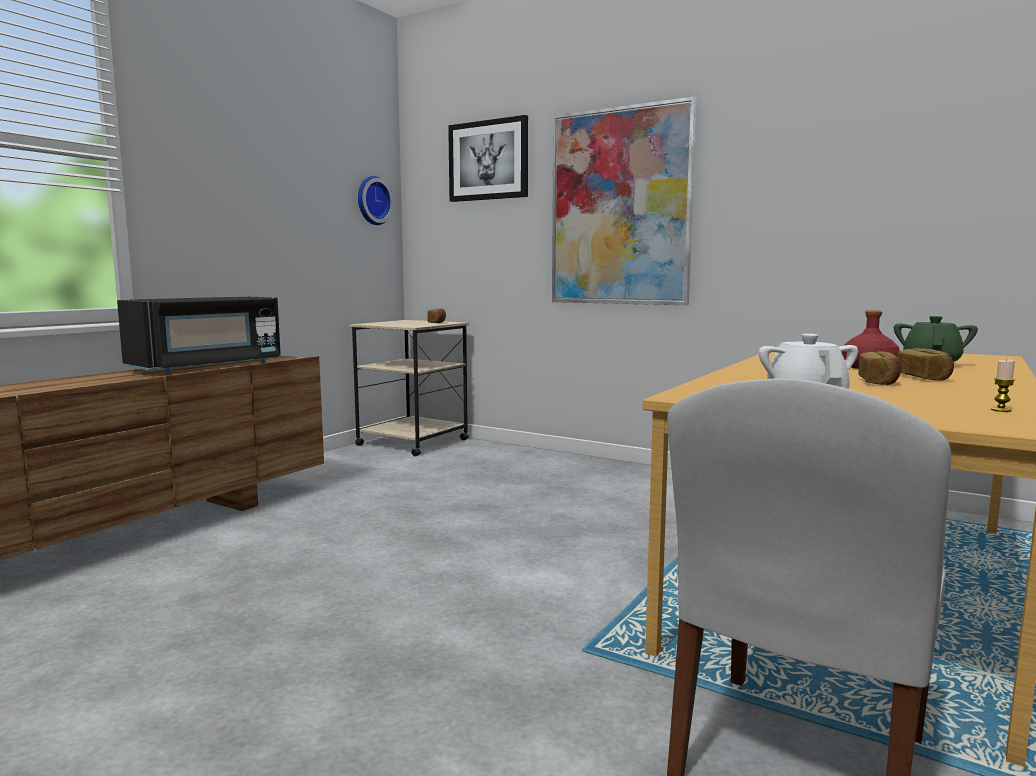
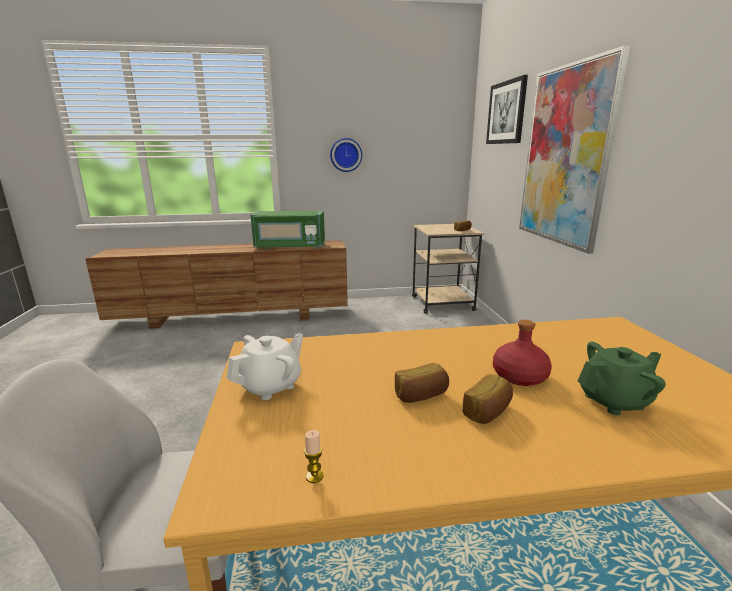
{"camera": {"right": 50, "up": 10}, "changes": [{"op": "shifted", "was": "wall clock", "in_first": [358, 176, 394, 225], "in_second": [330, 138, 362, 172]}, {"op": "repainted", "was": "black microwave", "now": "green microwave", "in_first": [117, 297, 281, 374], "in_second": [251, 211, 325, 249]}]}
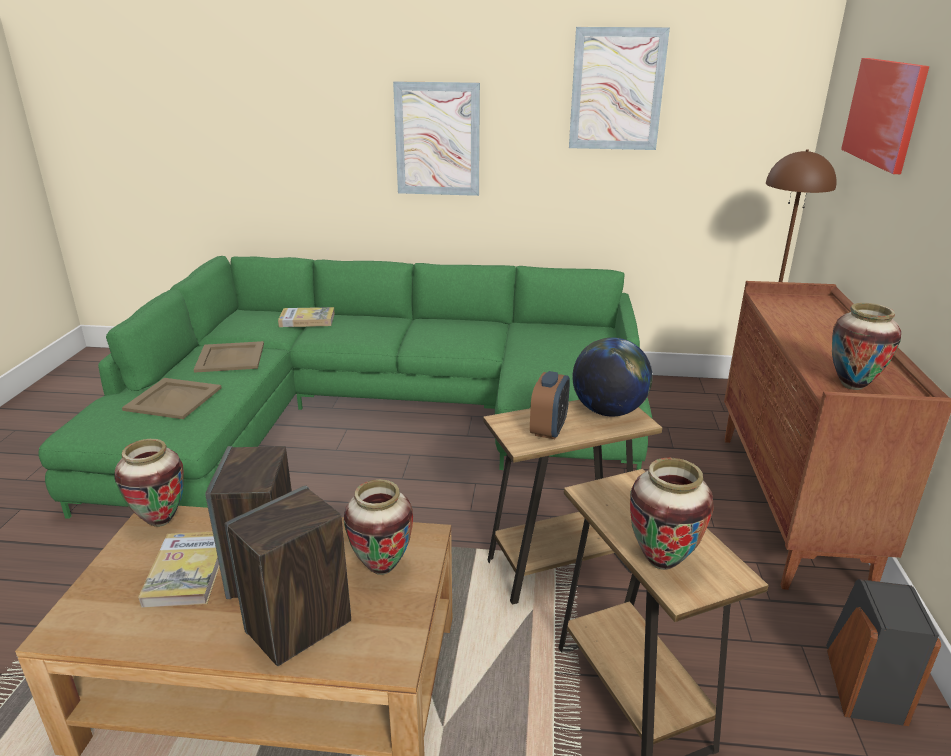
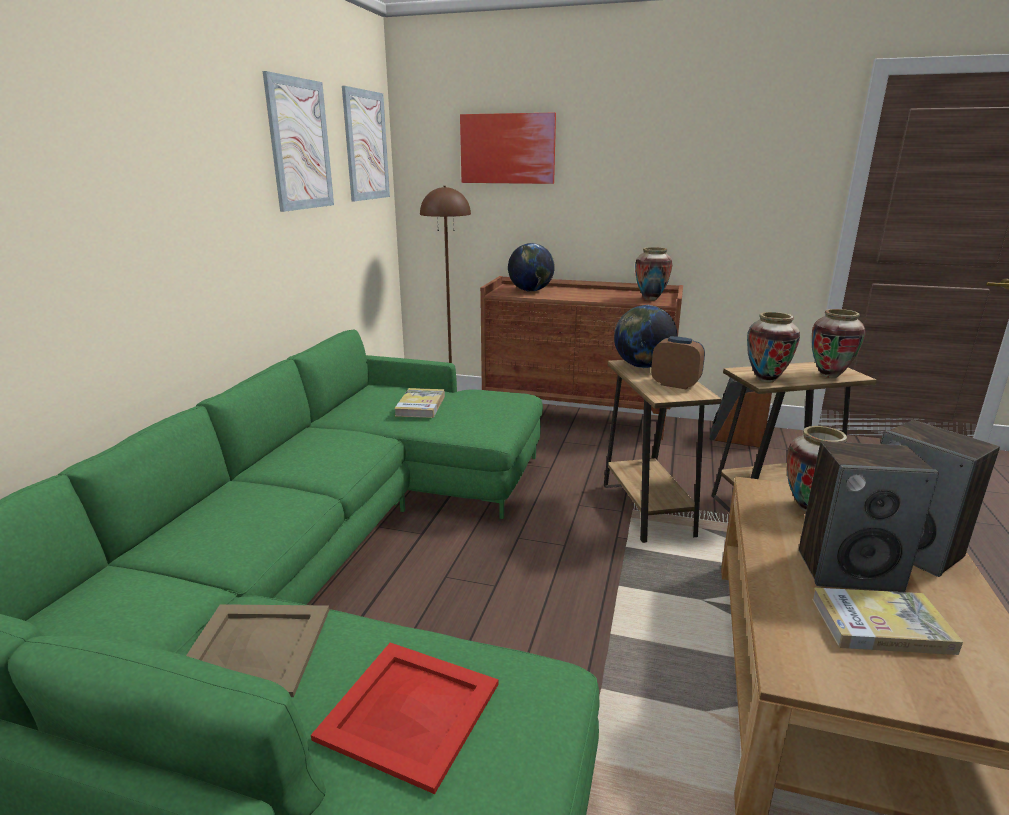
{"camera": {"right": -80, "up": -5}, "changes": [{"op": "new", "now": "globe", "in_second": [508, 243, 555, 292]}, {"op": "shifted", "was": "vase", "in_first": [114, 439, 184, 527], "in_second": [747, 312, 800, 383]}, {"op": "shifted", "was": "book", "in_first": [278, 307, 335, 327], "in_second": [394, 388, 445, 418]}, {"op": "shifted", "was": "picture", "in_first": [393, 81, 480, 196], "in_second": [342, 86, 390, 201]}, {"op": "repainted", "was": "beige tray", "now": "red tray", "in_first": [122, 378, 222, 419], "in_second": [311, 643, 498, 794]}]}
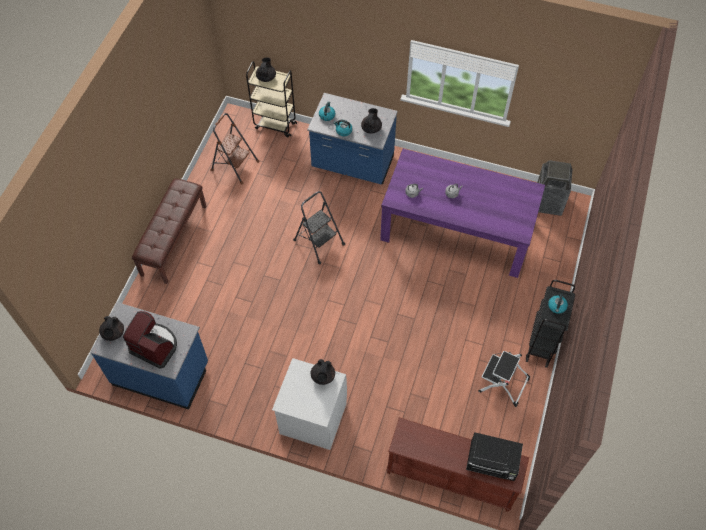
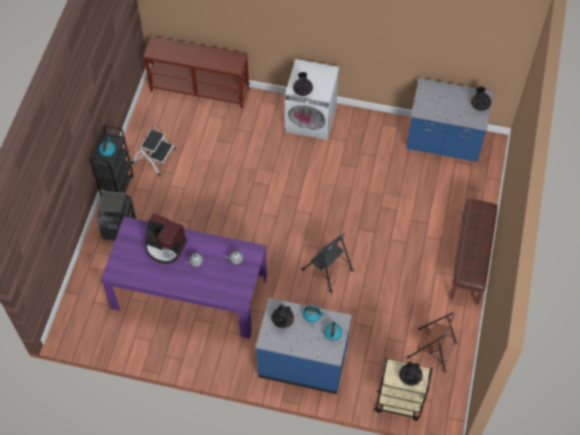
{"camera": {"right": 175, "up": 0}, "changes": [{"op": "gone", "was": "black microwave", "in_first": [466, 432, 523, 481]}, {"op": "shifted", "was": "coffee machine", "in_first": [123, 311, 177, 369], "in_second": [145, 213, 187, 264]}, {"op": "shifted", "was": "trash can", "in_first": [537, 160, 573, 216], "in_second": [96, 191, 136, 240]}]}
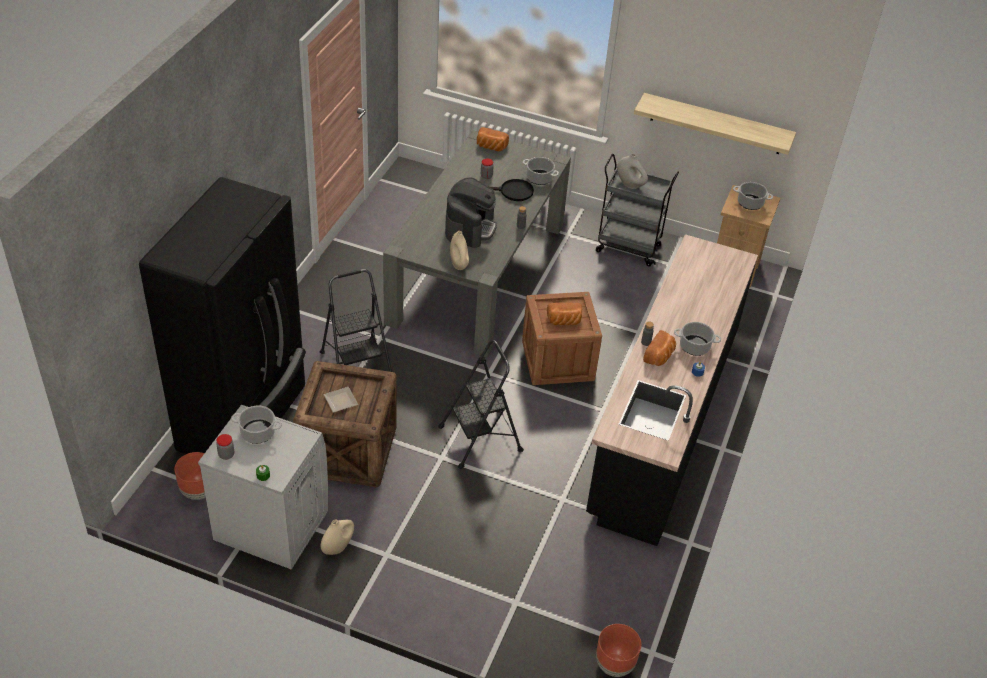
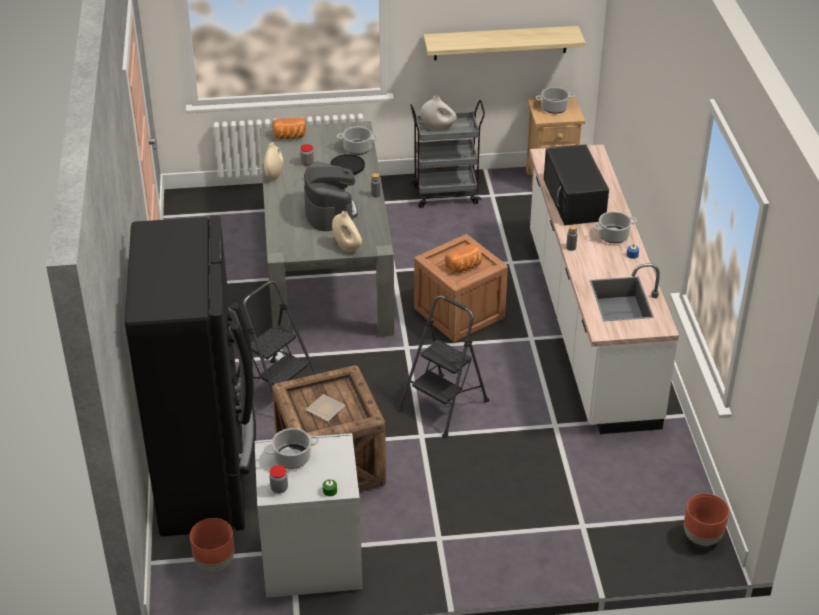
{"camera": {"right": -25, "up": -5}, "changes": [{"op": "gone", "was": "bread", "in_first": [643, 330, 676, 366]}, {"op": "new", "now": "black microwave", "in_second": [544, 144, 609, 225]}, {"op": "shifted", "was": "beige vase", "in_first": [321, 519, 354, 555], "in_second": [264, 142, 283, 180]}, {"op": "repainted", "was": "black counter", "now": "white counter", "in_first": [586, 234, 758, 546], "in_second": [529, 145, 679, 434]}]}
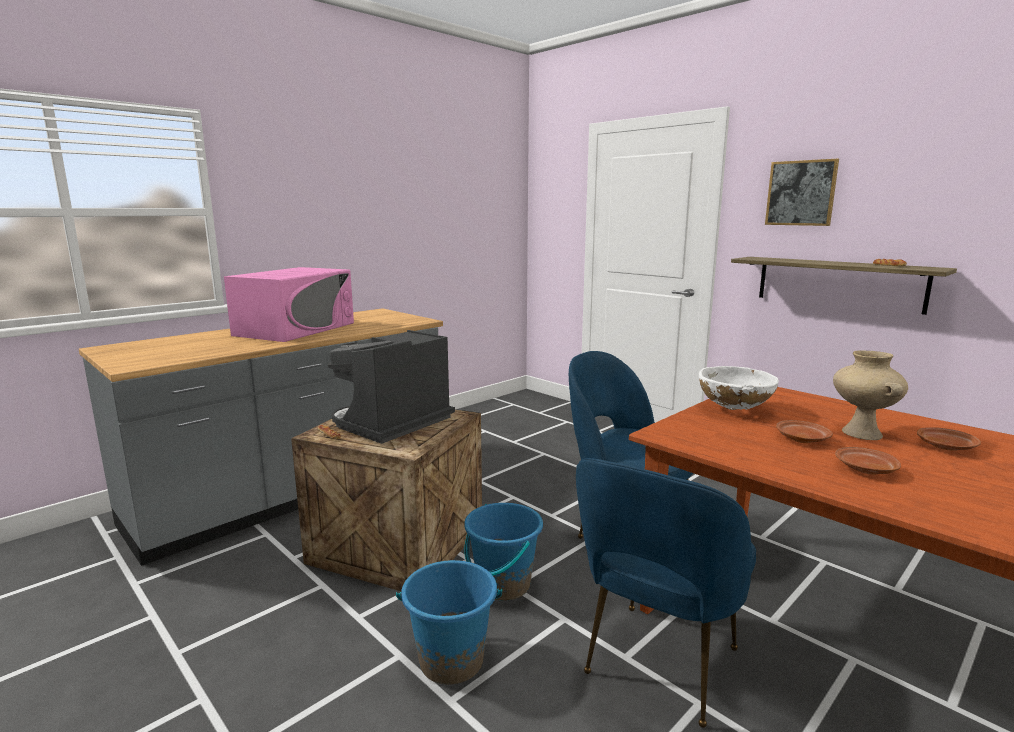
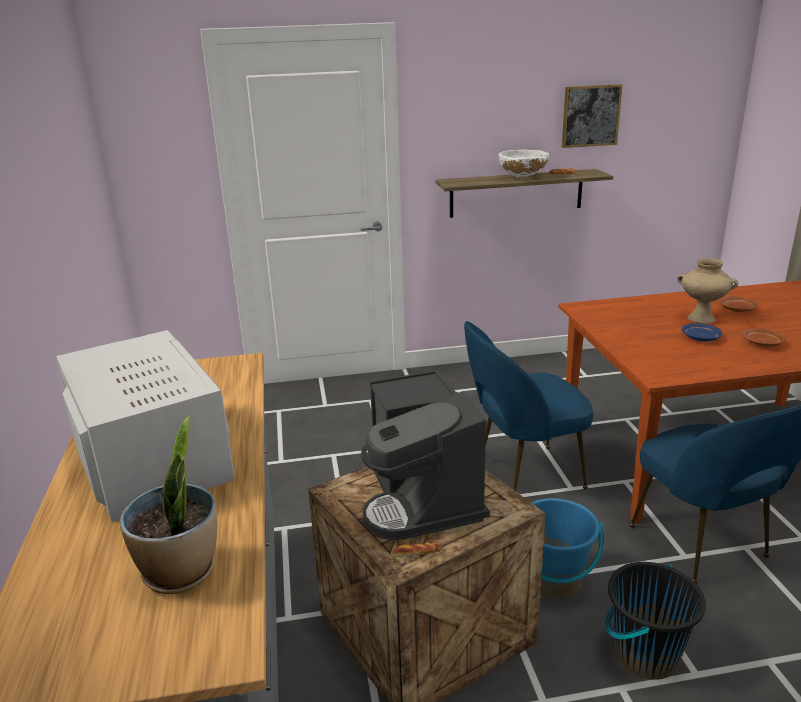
{"camera": {"right": -55, "up": 10}, "changes": [{"op": "new", "now": "potted plant", "in_second": [119, 416, 217, 594]}, {"op": "shifted", "was": "white bowl", "in_first": [699, 366, 779, 410], "in_second": [499, 150, 549, 178]}, {"op": "shifted", "was": "picture", "in_first": [765, 159, 839, 226], "in_second": [562, 84, 623, 148]}, {"op": "repainted", "was": "pink microwave", "now": "white microwave", "in_first": [224, 267, 354, 342], "in_second": [56, 330, 235, 522]}, {"op": "repainted", "was": "blue bucket", "now": "black bucket", "in_first": [396, 560, 502, 685], "in_second": [605, 562, 706, 680]}, {"op": "repainted", "was": "brown plate", "now": "blue plate", "in_first": [776, 420, 833, 443], "in_second": [681, 323, 723, 342]}]}
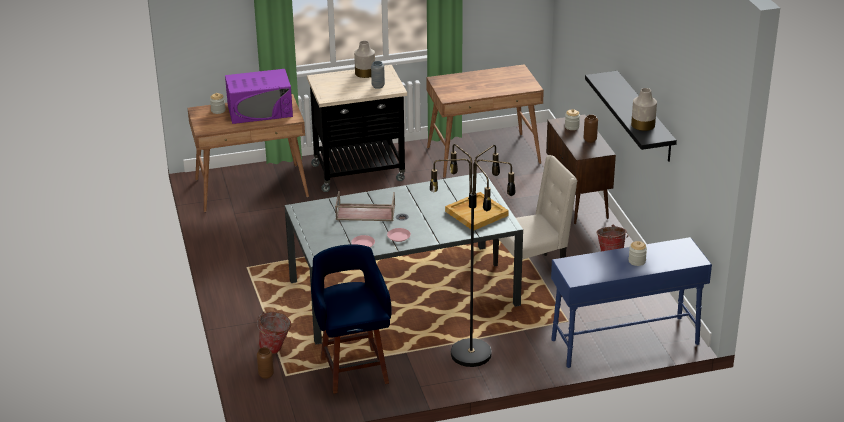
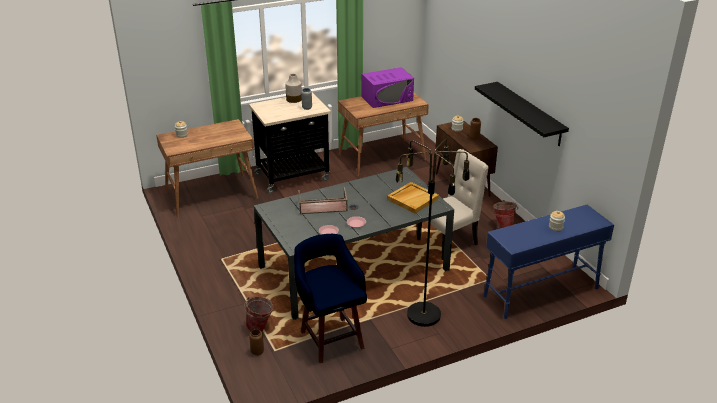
{"camera": {"right": -10, "up": 0}, "changes": [{"op": "gone", "was": "beige vase", "in_first": [631, 88, 657, 131]}, {"op": "shifted", "was": "purple microwave", "in_first": [225, 69, 293, 124], "in_second": [361, 67, 414, 108]}]}
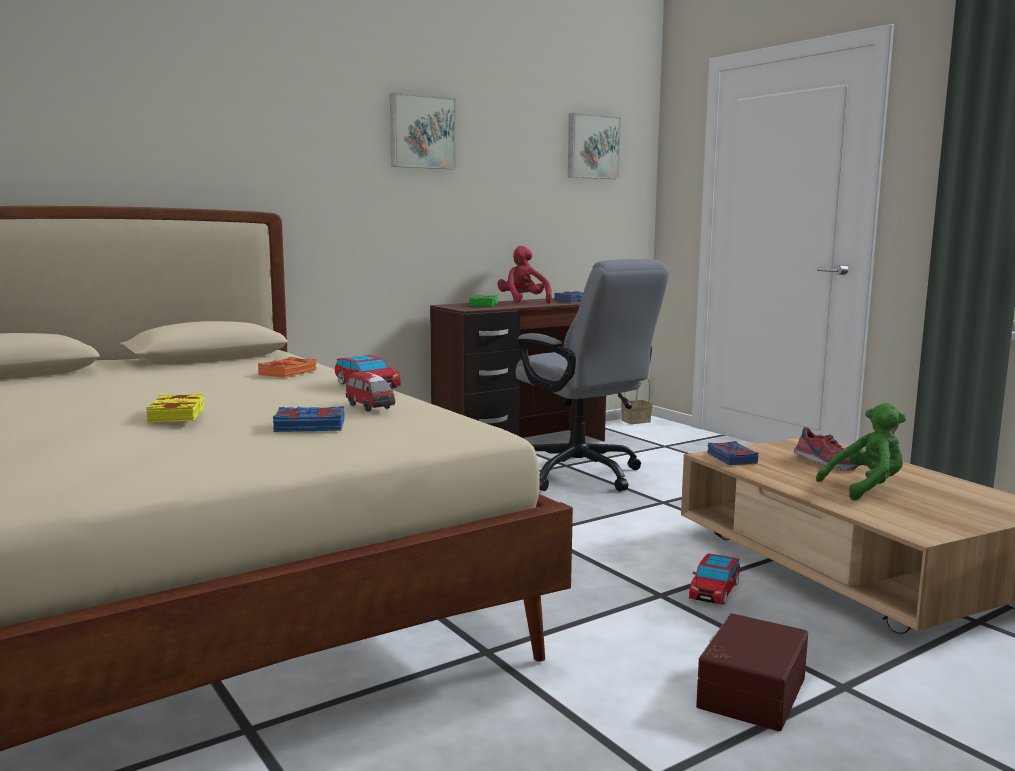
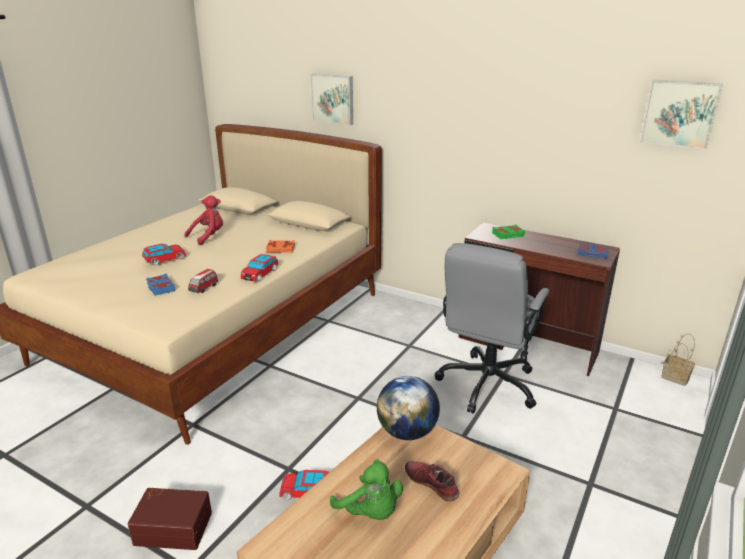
{"camera": {"right": 65, "up": 15}, "changes": [{"op": "shifted", "was": "picture", "in_first": [390, 92, 456, 169], "in_second": [310, 73, 353, 125]}, {"op": "shifted", "was": "red plush toy", "in_first": [497, 246, 552, 304], "in_second": [184, 195, 223, 245]}, {"op": "swapped", "was": "yellow book", "now": "toy car", "in_first": [146, 393, 204, 422], "in_second": [142, 244, 186, 265]}, {"op": "swapped", "was": "blue book", "now": "globe", "in_first": [707, 441, 758, 465], "in_second": [377, 376, 440, 440]}, {"op": "rotated", "was": "shoe", "in_first": [794, 427, 860, 471], "in_second": [405, 461, 459, 502], "clockwise": 105}]}
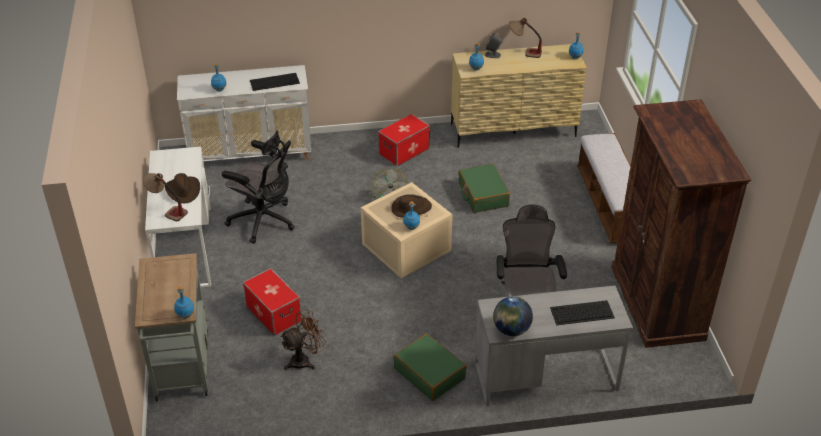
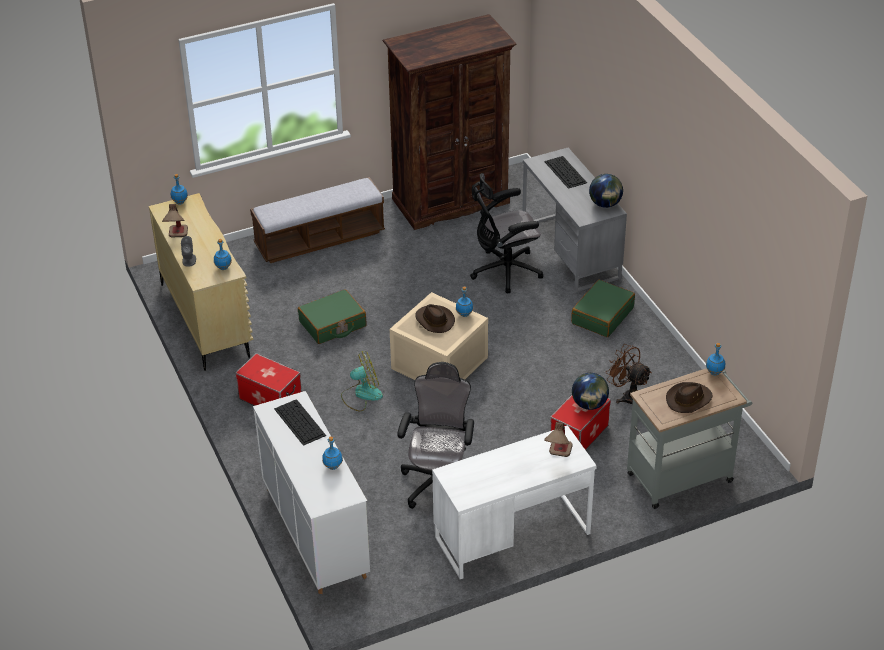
{"camera": {"right": -105, "up": 0}, "changes": [{"op": "new", "now": "globe", "in_second": [572, 373, 609, 410]}, {"op": "shifted", "was": "brown hat", "in_first": [165, 173, 200, 203], "in_second": [666, 382, 712, 413]}]}
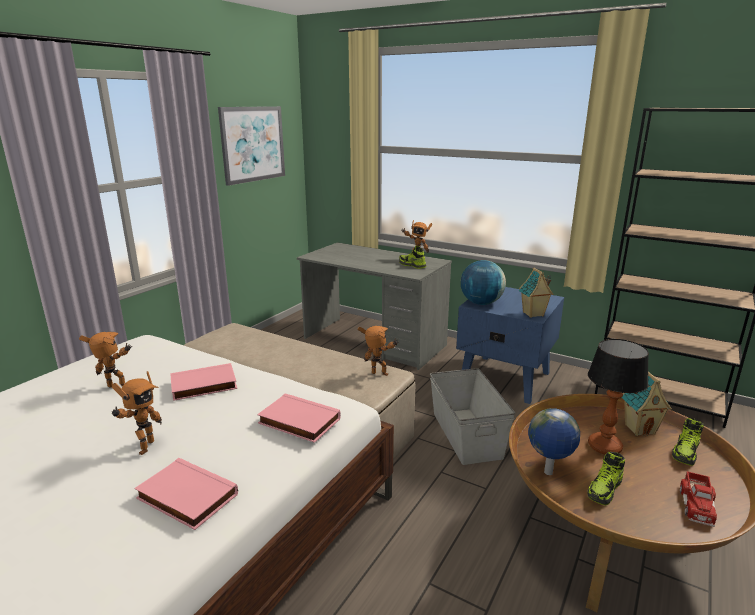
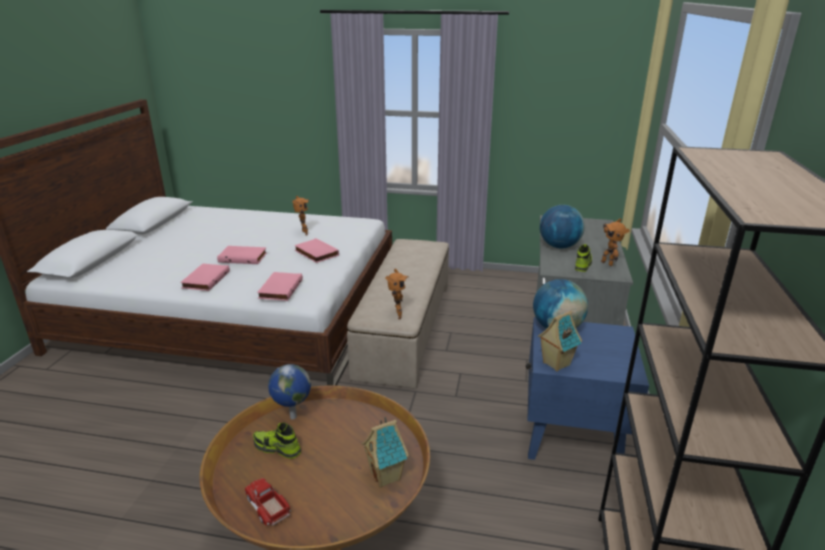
{"camera": {"right": 70, "up": 5}, "changes": [{"op": "gone", "was": "picture", "in_first": [218, 106, 285, 186]}, {"op": "gone", "was": "grey storage box", "in_first": [430, 368, 515, 465]}, {"op": "gone", "was": "table lamp", "in_first": [588, 339, 649, 454]}, {"op": "gone", "was": "shoe", "in_first": [672, 418, 704, 466]}, {"op": "new", "now": "globe", "in_second": [540, 205, 585, 248]}, {"op": "swapped", "was": "toy robot", "now": "pink book", "in_first": [112, 371, 162, 455], "in_second": [217, 246, 267, 264]}, {"op": "rotated", "was": "toy truck", "in_first": [680, 471, 717, 527], "in_second": [245, 478, 291, 526], "clockwise": 45}]}
